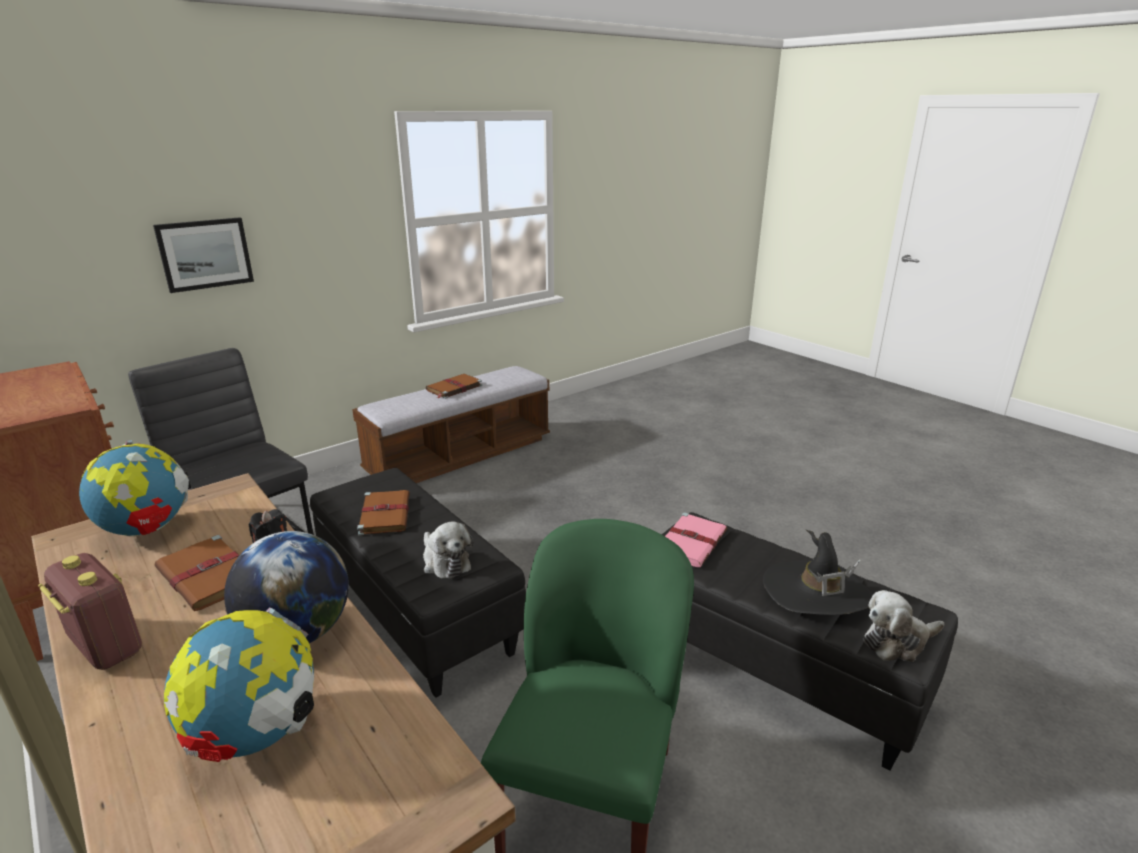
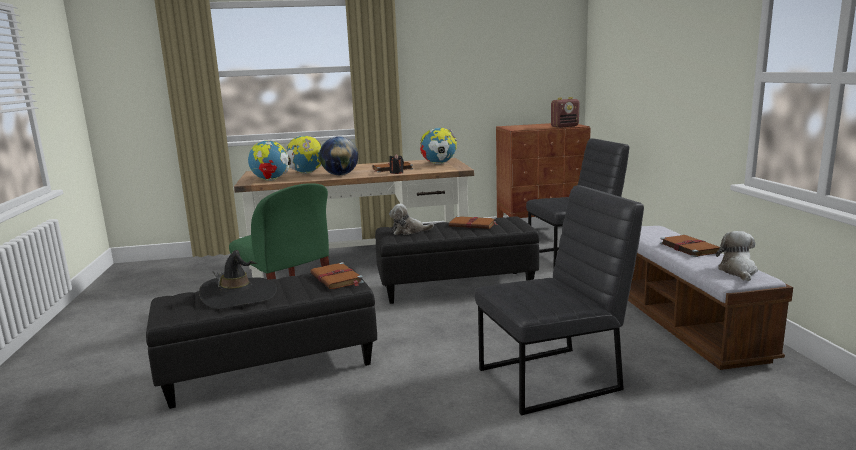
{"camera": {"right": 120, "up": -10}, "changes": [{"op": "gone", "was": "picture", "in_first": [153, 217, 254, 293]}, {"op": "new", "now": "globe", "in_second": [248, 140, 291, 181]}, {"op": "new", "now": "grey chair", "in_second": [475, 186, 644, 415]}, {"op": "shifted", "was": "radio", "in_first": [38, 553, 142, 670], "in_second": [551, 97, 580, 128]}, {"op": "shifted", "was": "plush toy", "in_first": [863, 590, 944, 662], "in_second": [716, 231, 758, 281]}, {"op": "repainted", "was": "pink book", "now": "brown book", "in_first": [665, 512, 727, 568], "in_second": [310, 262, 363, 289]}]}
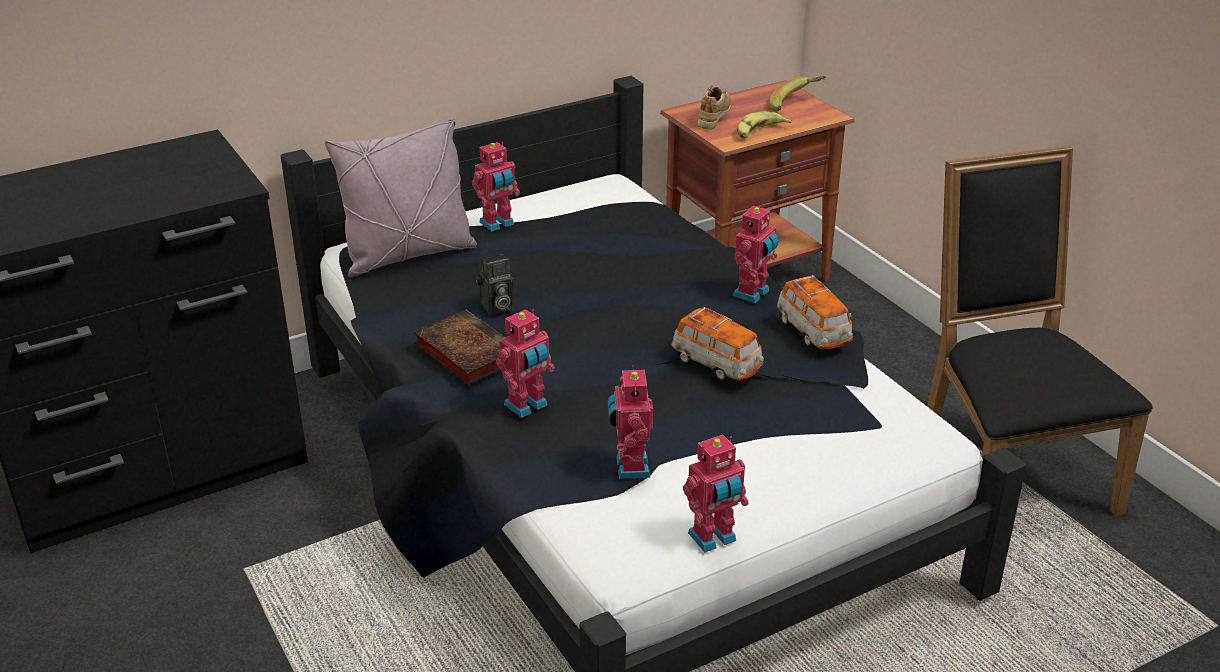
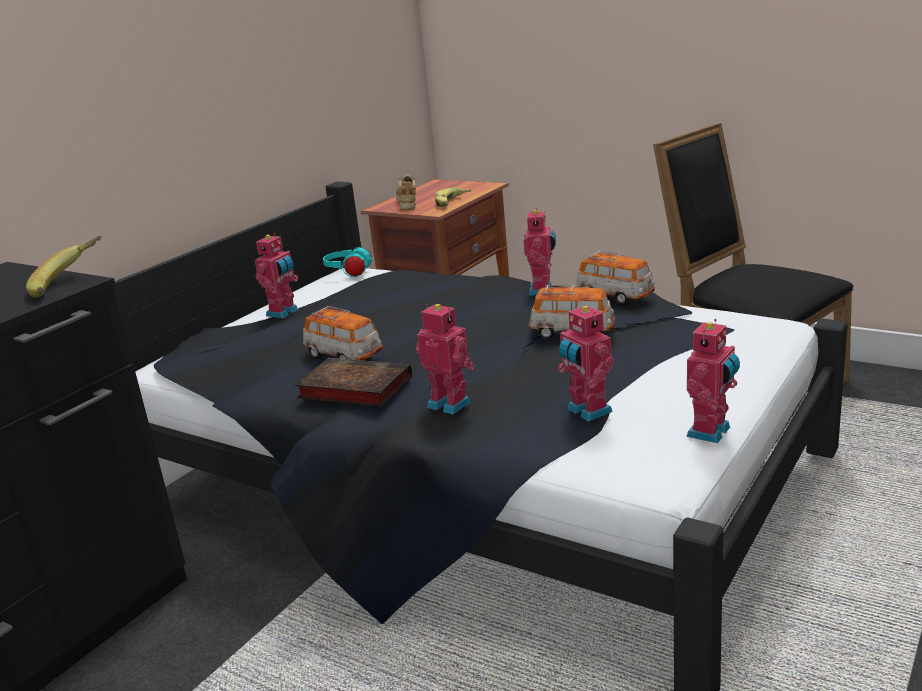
{"camera": {"right": -25, "up": -10}, "changes": [{"op": "gone", "was": "purple pillow", "in_first": [325, 118, 477, 277]}, {"op": "new", "now": "turquoise headphones", "in_second": [323, 247, 373, 277]}, {"op": "shifted", "was": "banana", "in_first": [769, 76, 826, 111], "in_second": [26, 236, 102, 298]}, {"op": "swapped", "was": "photo camera", "now": "toy car", "in_first": [476, 254, 514, 315], "in_second": [303, 306, 383, 361]}, {"op": "rotated", "was": "toy robot", "in_first": [496, 309, 555, 418], "in_second": [416, 304, 475, 414], "clockwise": -75}]}
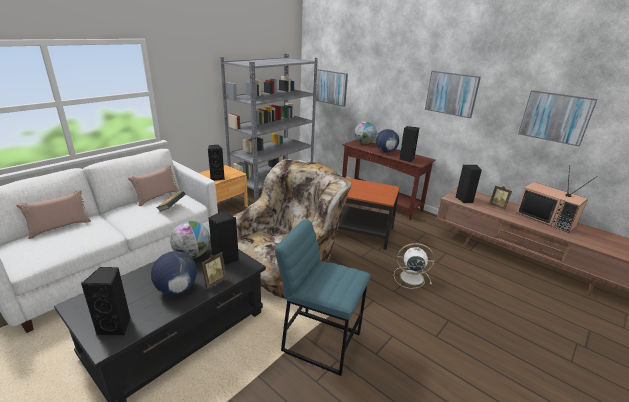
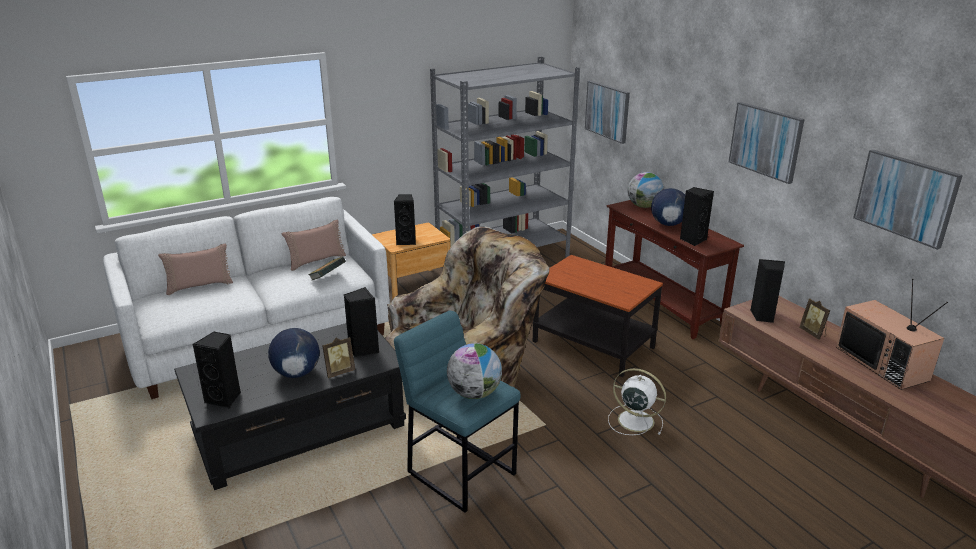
{"camera": {"right": 20, "up": 0}, "changes": [{"op": "shifted", "was": "globe", "in_first": [170, 221, 210, 258], "in_second": [447, 343, 502, 399]}]}
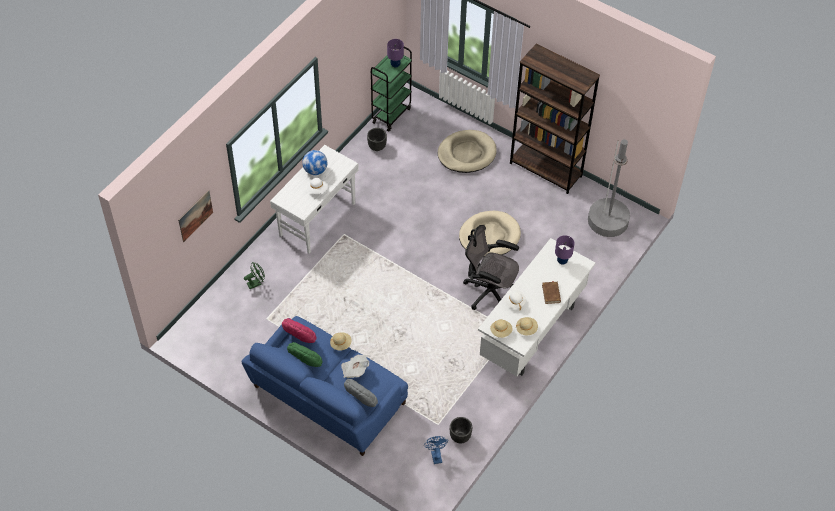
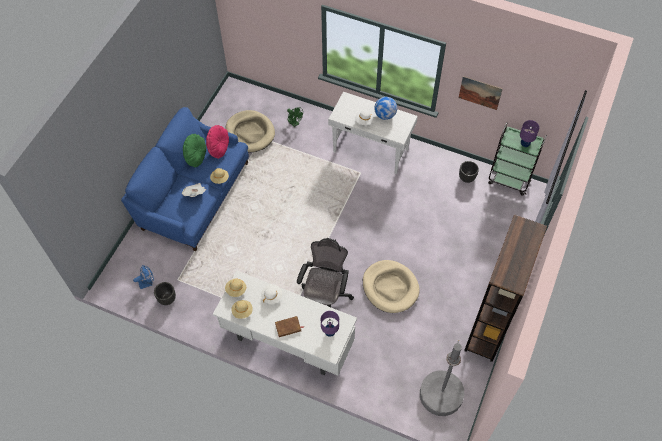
{"camera": {"right": 80, "up": 5}, "changes": [{"op": "gone", "was": "grey pillow", "in_first": [344, 379, 378, 407]}, {"op": "shifted", "was": "picture", "in_first": [178, 190, 213, 242], "in_second": [459, 76, 503, 110]}, {"op": "shifted", "was": "beige dog bed", "in_first": [438, 130, 497, 173], "in_second": [225, 110, 275, 152]}]}
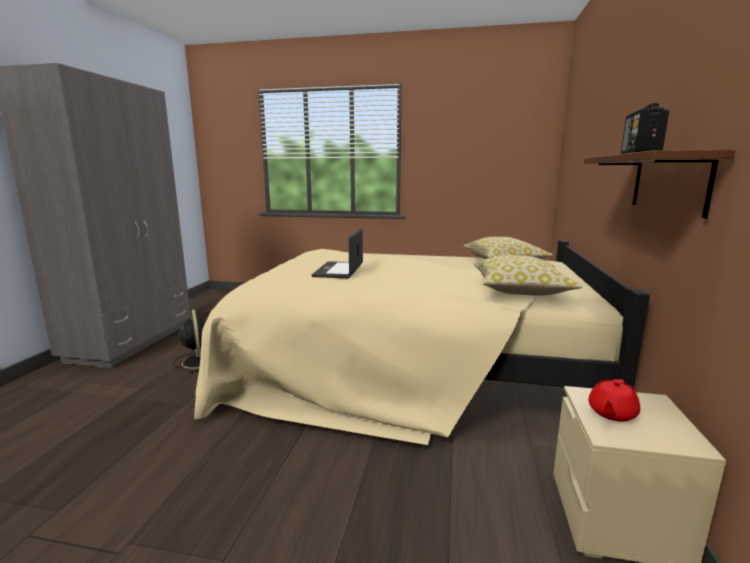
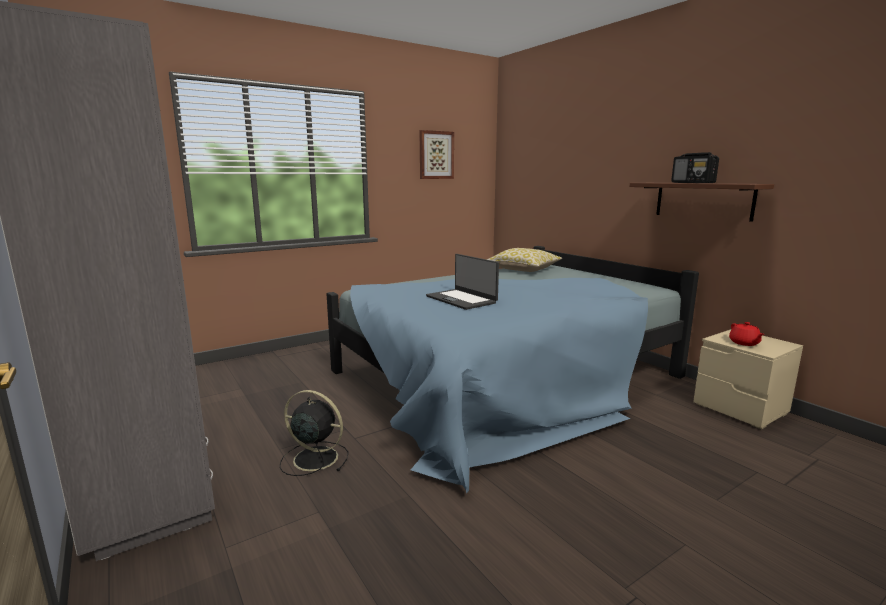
{"camera": {"right": -45, "up": 0}, "changes": [{"op": "gone", "was": "pillow", "in_first": [473, 255, 582, 296]}, {"op": "new", "now": "picture", "in_second": [420, 130, 454, 179]}, {"op": "repainted", "was": "beige bed", "now": "blue bed", "in_first": [194, 240, 650, 445], "in_second": [327, 246, 699, 493]}]}
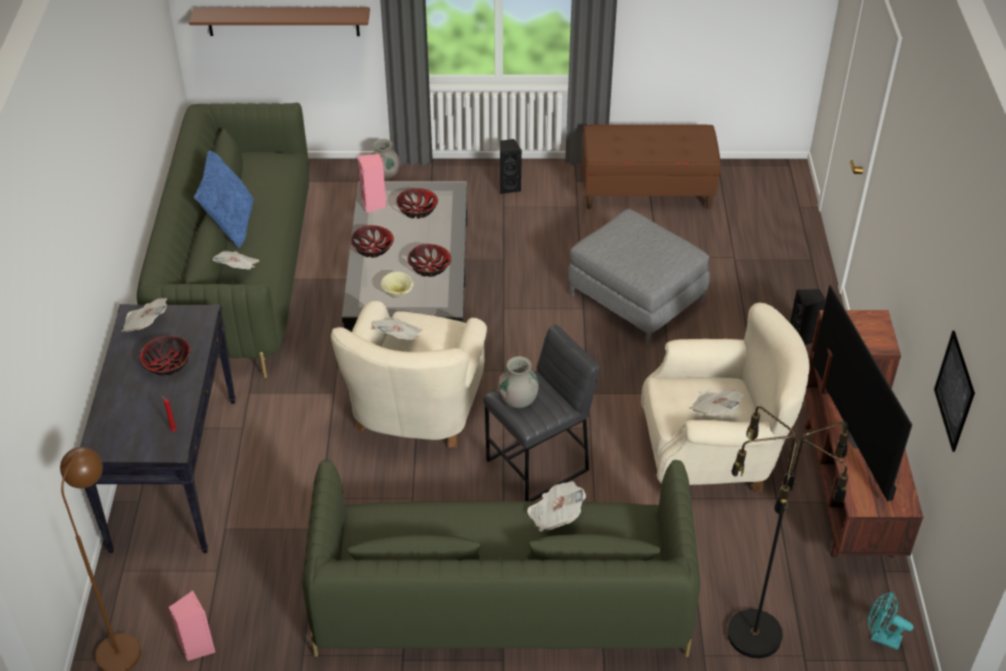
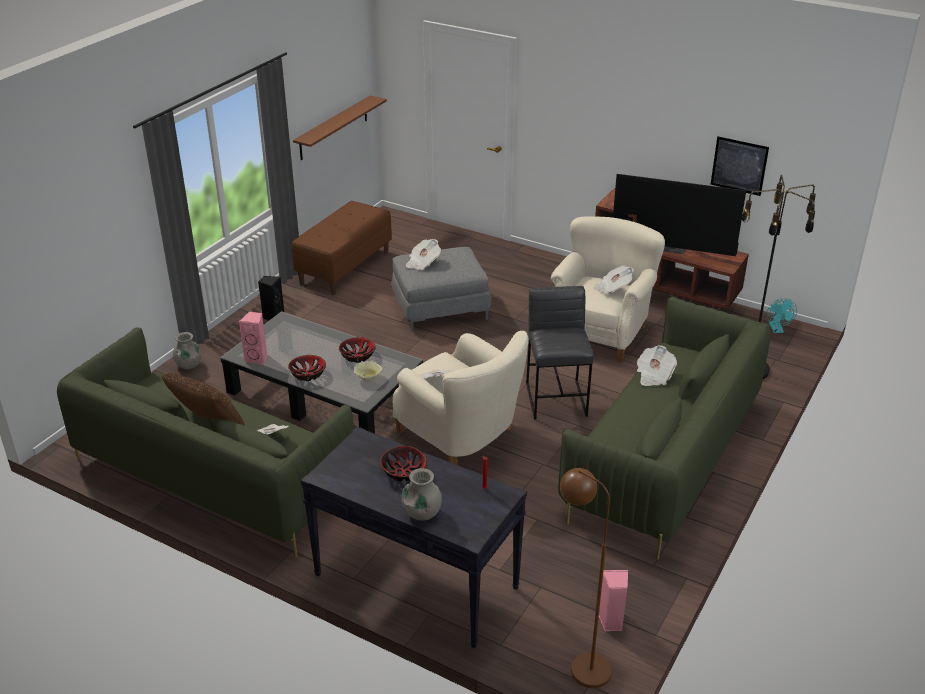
{"camera": {"right": -60, "up": -10}, "changes": [{"op": "gone", "was": "bowl", "in_first": [396, 188, 438, 219]}, {"op": "gone", "was": "black speaker", "in_first": [790, 289, 826, 345]}, {"op": "shifted", "was": "newspaper", "in_first": [121, 298, 167, 332], "in_second": [406, 239, 441, 270]}, {"op": "shifted", "was": "brown shelf", "in_first": [189, 7, 370, 36], "in_second": [293, 95, 387, 160]}, {"op": "shifted", "was": "grey vase", "in_first": [499, 356, 539, 408], "in_second": [402, 468, 442, 521]}, {"op": "repainted", "was": "blue pillow", "now": "brown pillow", "in_first": [194, 151, 254, 248], "in_second": [161, 373, 245, 426]}, {"op": "rotated", "was": "turquoise fan", "in_first": [868, 592, 914, 650], "in_second": [767, 298, 797, 333], "clockwise": -60}]}
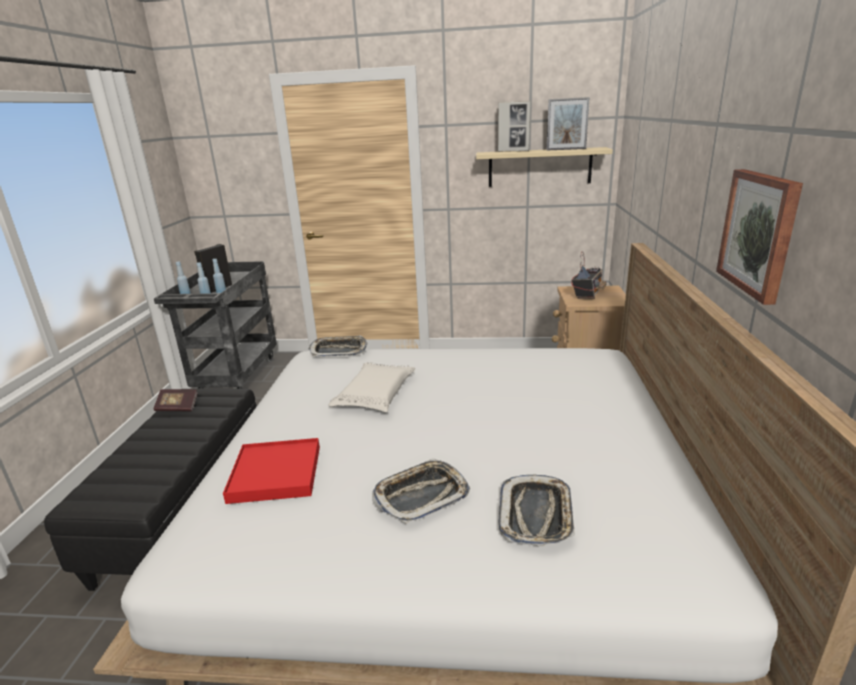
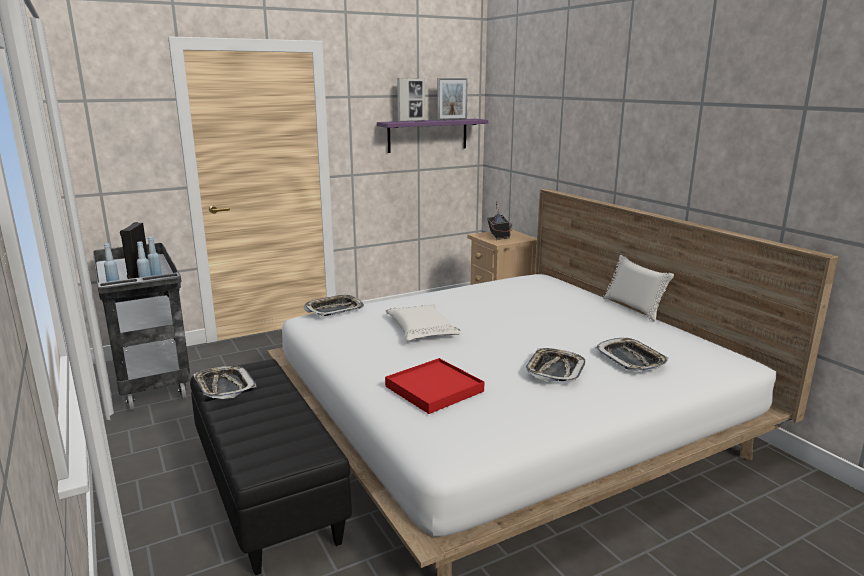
{"camera": {"right": -35, "up": -5}, "changes": [{"op": "gone", "was": "picture", "in_first": [716, 169, 803, 305]}, {"op": "new", "now": "white pillow", "in_second": [603, 255, 674, 321]}, {"op": "swapped", "was": "book", "now": "tray", "in_first": [154, 389, 197, 411], "in_second": [193, 366, 256, 399]}, {"op": "repainted", "was": "beige shelf", "now": "purple shelf", "in_first": [476, 147, 613, 187], "in_second": [377, 119, 488, 153]}]}
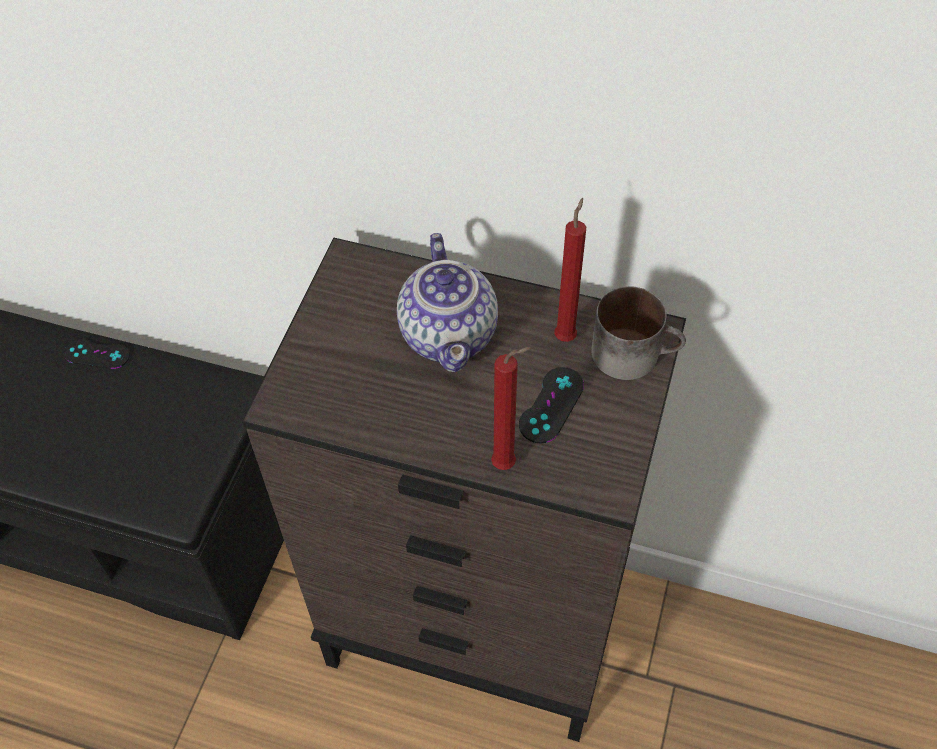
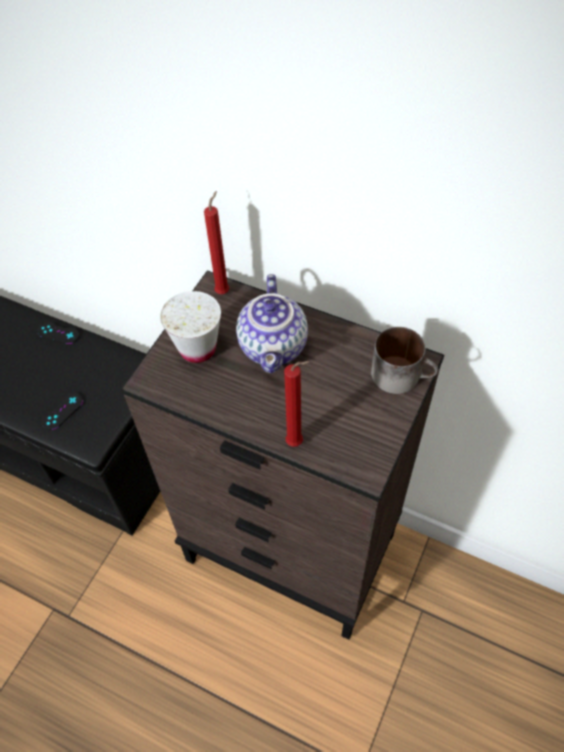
{"camera": {"right": 10, "up": 0}, "changes": [{"op": "new", "now": "white cup", "in_second": [160, 291, 221, 363]}, {"op": "shifted", "was": "black game controller", "in_first": [519, 367, 584, 443], "in_second": [41, 392, 83, 430]}, {"op": "shifted", "was": "red candle", "in_first": [554, 198, 586, 342], "in_second": [204, 191, 230, 294]}]}
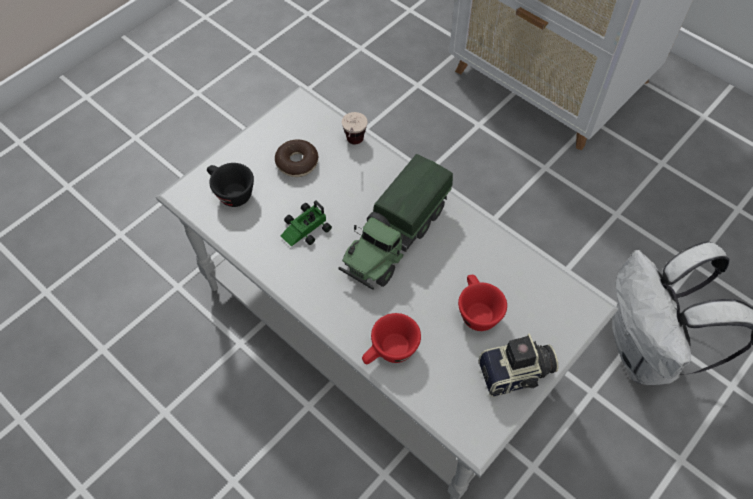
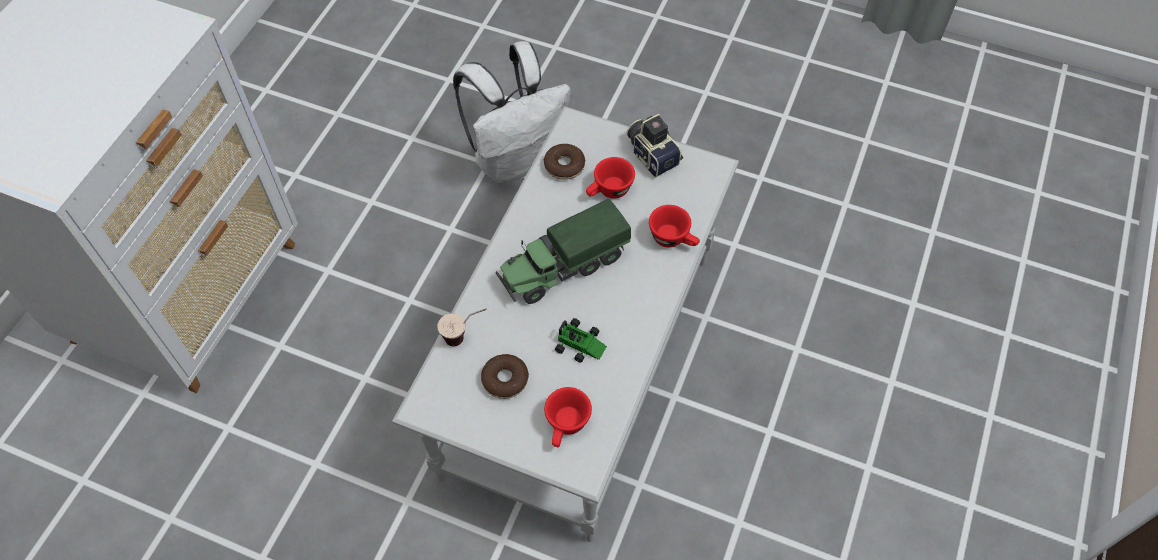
{"camera": {"right": -110, "up": 0}, "changes": [{"op": "new", "now": "donut", "in_second": [544, 144, 585, 180]}, {"op": "repainted", "was": "black cup", "now": "red cup", "in_first": [207, 163, 254, 207], "in_second": [544, 387, 592, 447]}, {"op": "rotated", "was": "toy truck", "in_first": [338, 154, 453, 290], "in_second": [496, 199, 631, 304], "clockwise": 135}]}
